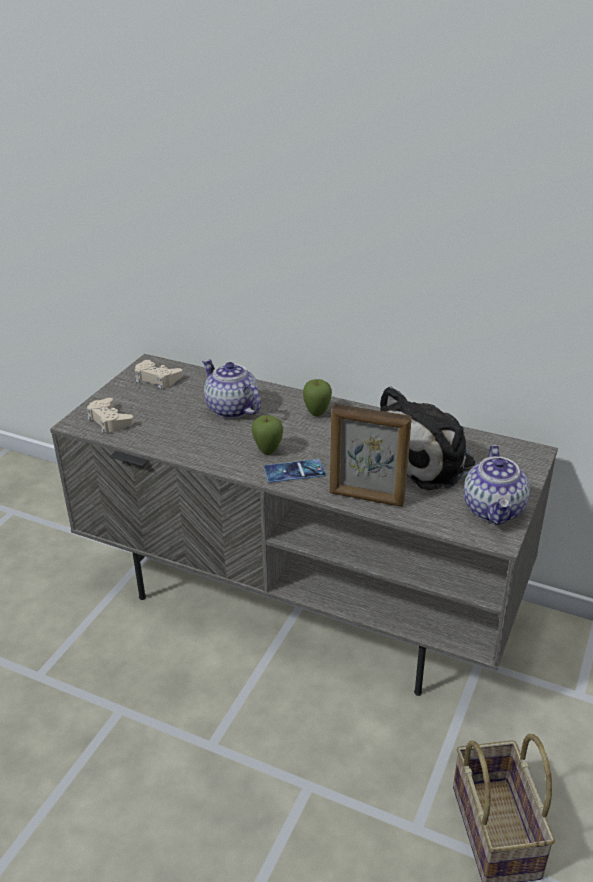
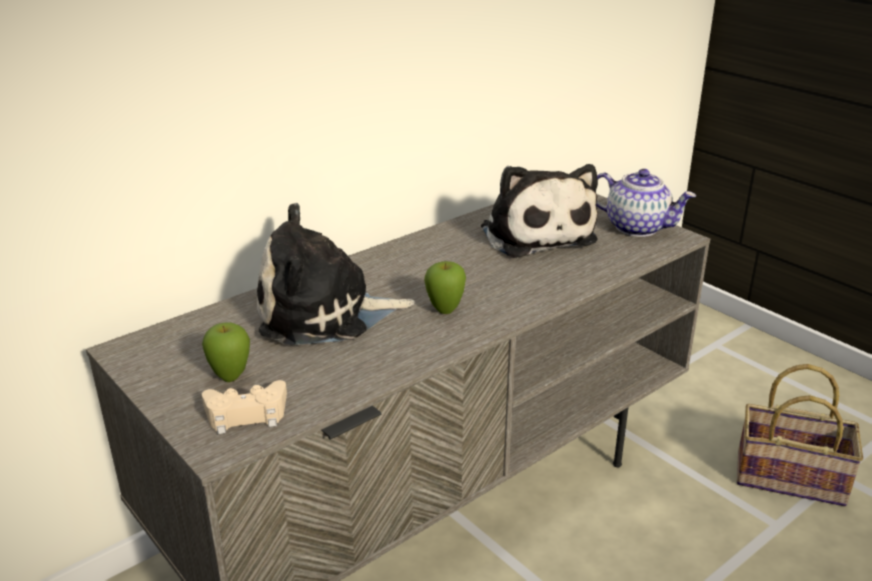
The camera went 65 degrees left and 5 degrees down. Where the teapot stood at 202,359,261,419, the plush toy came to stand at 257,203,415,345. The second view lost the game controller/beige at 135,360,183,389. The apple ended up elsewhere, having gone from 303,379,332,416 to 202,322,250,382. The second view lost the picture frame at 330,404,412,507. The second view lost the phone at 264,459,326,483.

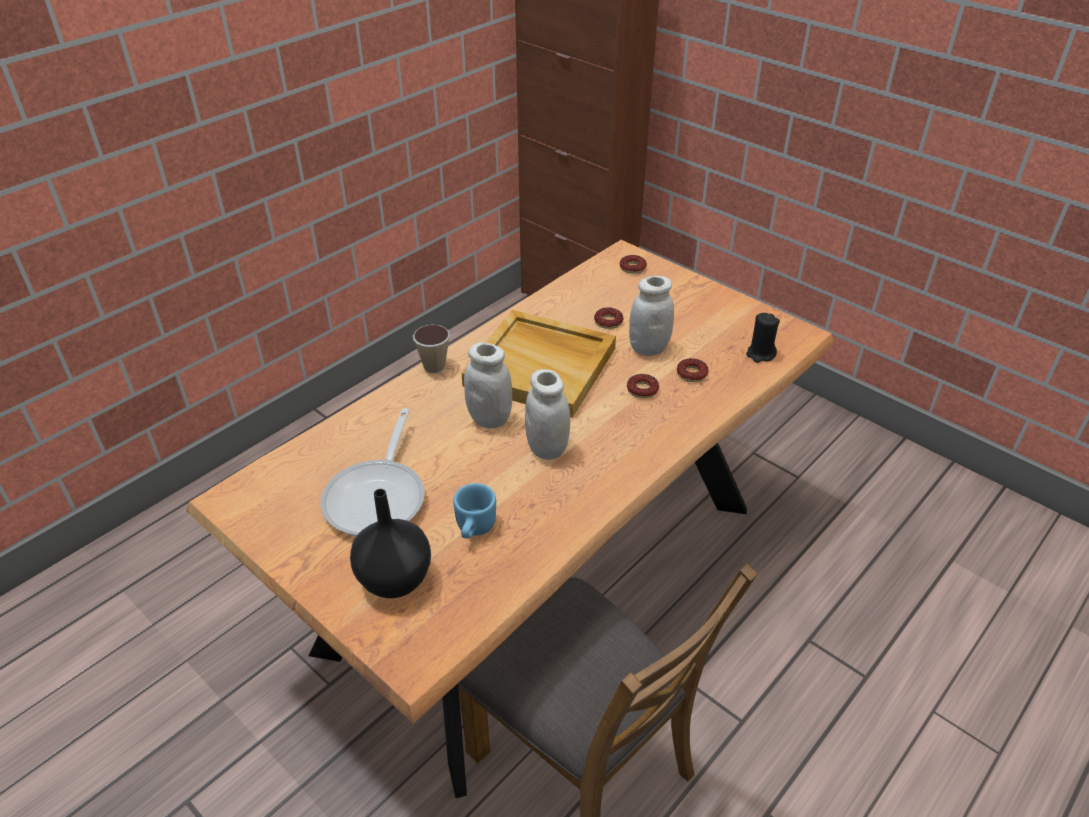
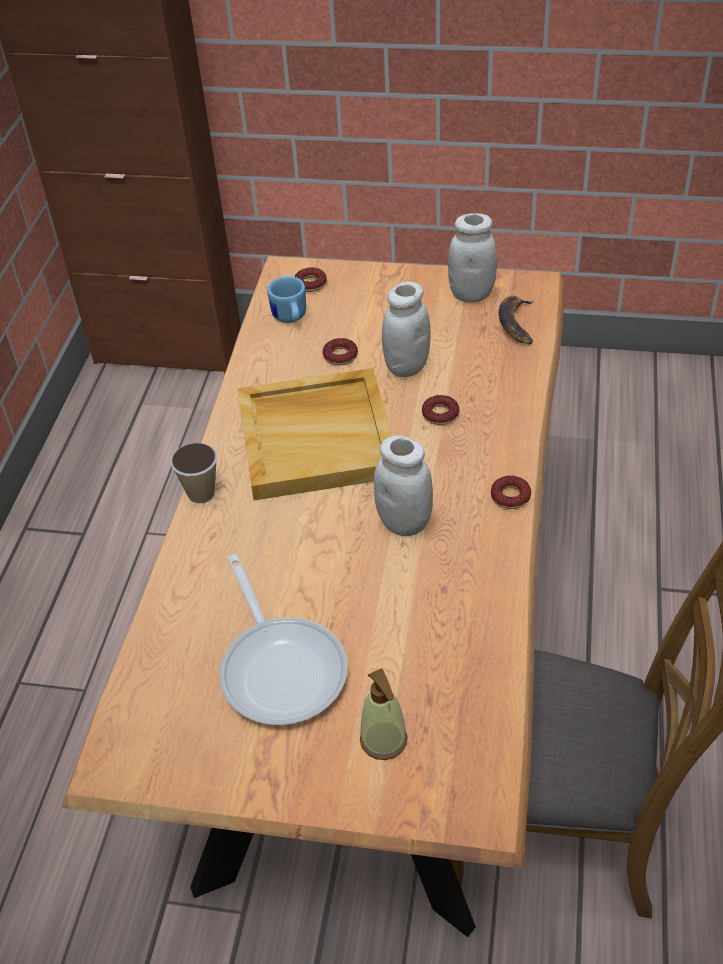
The camera went 30 degrees left and 5 degrees up. Where the candle/black stood at 747,313,780,363, the banana came to stand at 499,296,534,344. The jar/white ended up elsewhere, having gone from 464,342,512,429 to 448,213,497,303. The donut ended up elsewhere, having gone from 677,358,708,382 to 491,475,531,509. The mug/blue ended up elsewhere, having gone from 453,483,496,539 to 267,276,306,323. Where the vase/black stood at 350,489,431,598, the soap dispenser came to stand at 360,668,408,760.

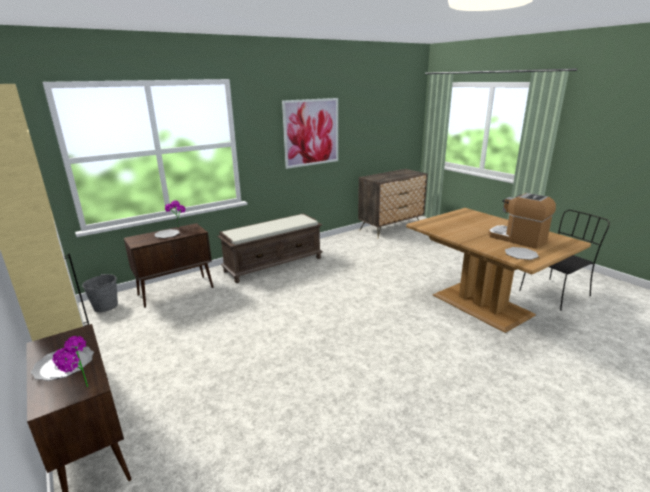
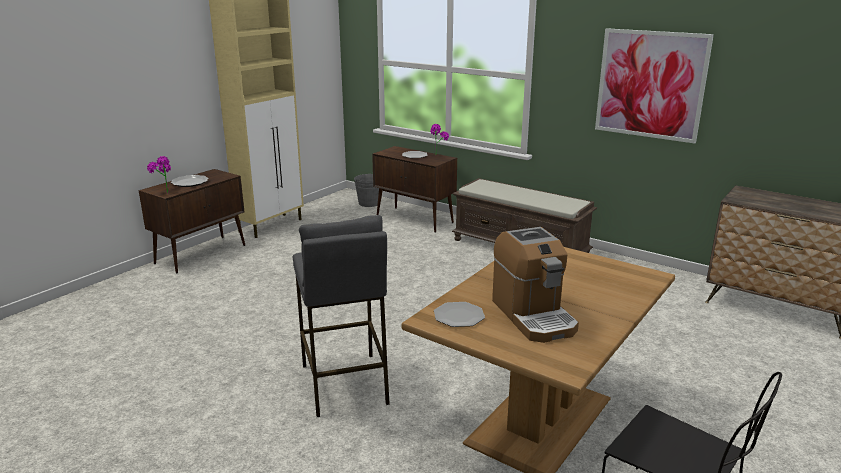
The camera went 70 degrees right and 0 degrees up. The coffee machine at 488,193,556,249 ended up facing another way, 135 degrees clockwise from before. The second view gained the stool/grey at 293,215,390,417.

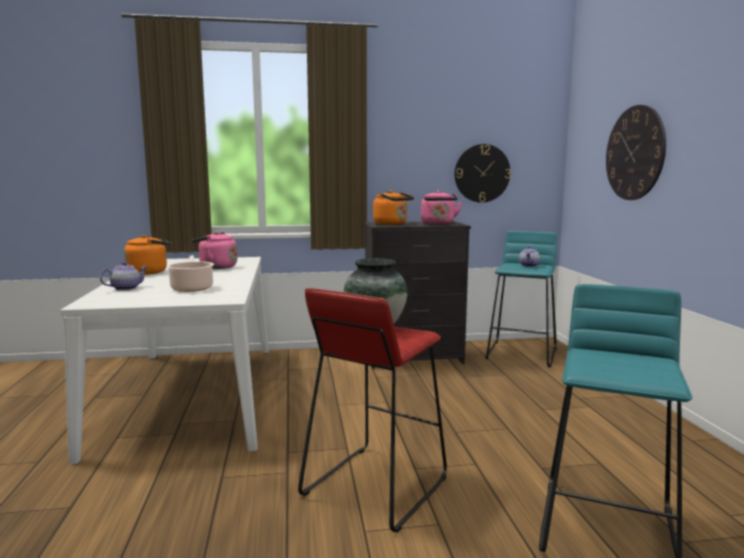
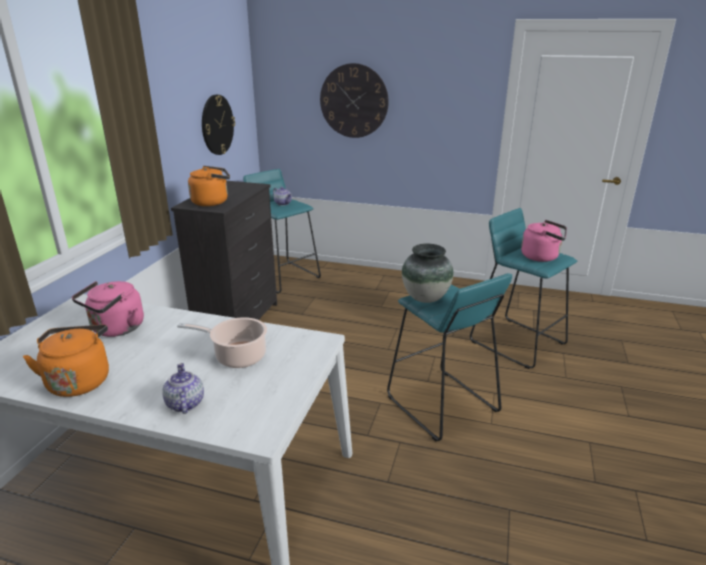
The camera went 65 degrees left and 15 degrees up. The kettle/pink ended up elsewhere, having gone from 421,190,462,225 to 521,220,567,262. What was the stool/red at 298,288,447,533 turned into the stool/turquoise at 387,273,512,441.

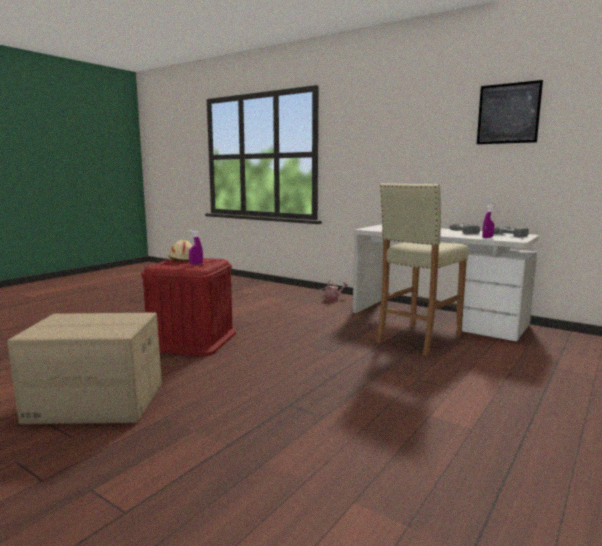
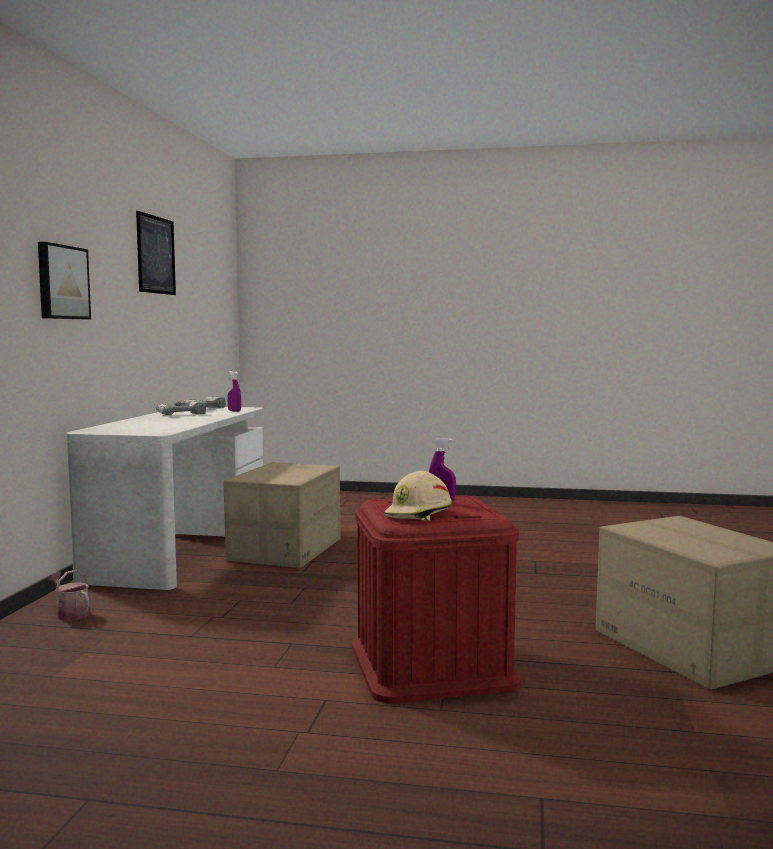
The camera went 115 degrees left and 5 degrees down. Where the stool/beige stood at 376,183,469,356, the cardboard box came to stand at 224,462,340,568. The second view gained the picture at 38,242,91,319.

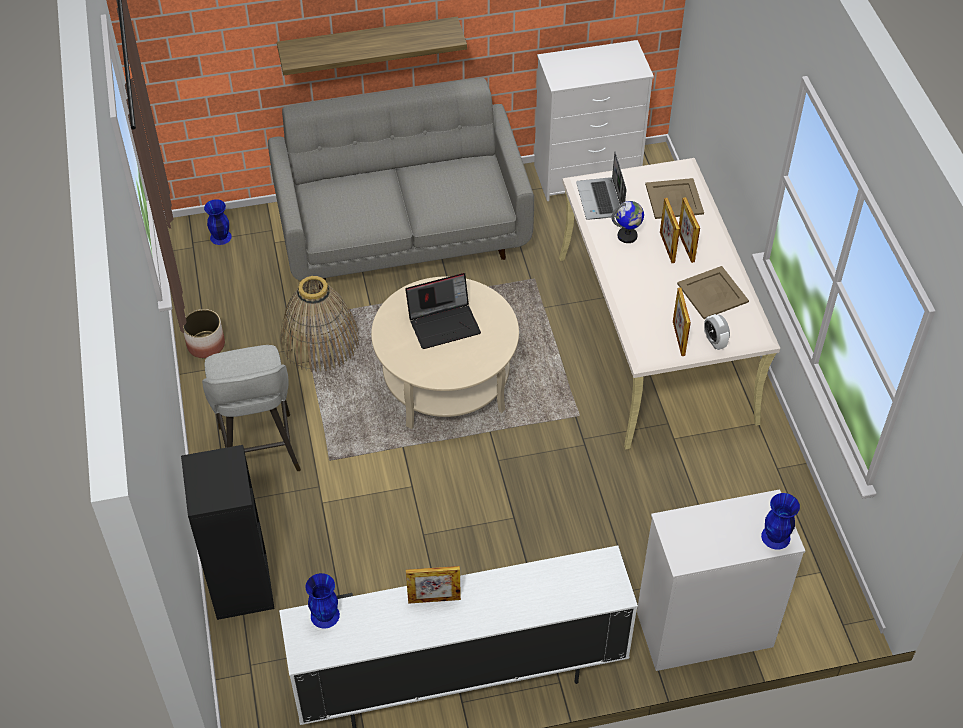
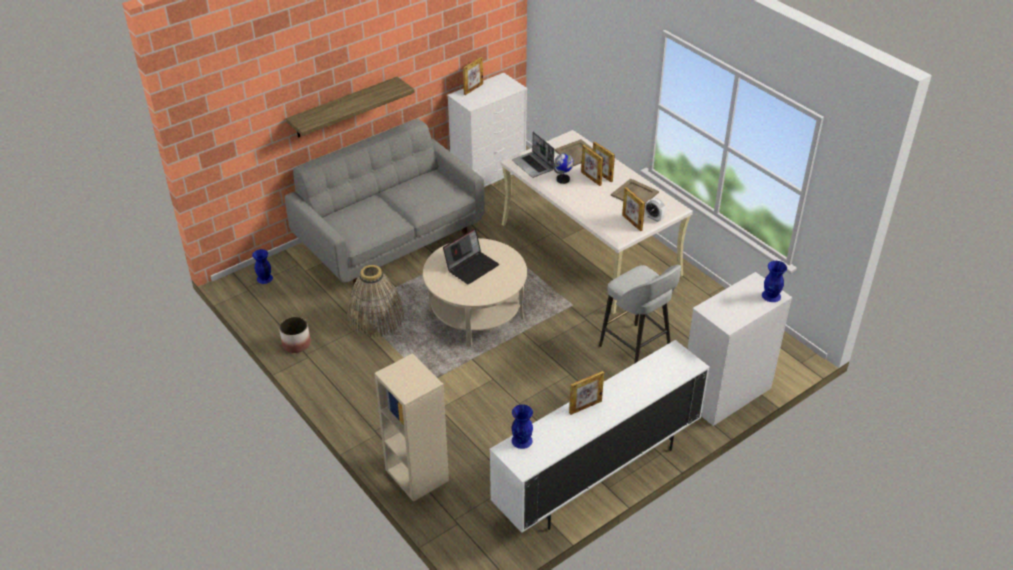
The camera went 25 degrees left and 10 degrees down. The stool/grey ended up elsewhere, having gone from 202,345,301,471 to 599,265,681,364. What was the bookcase/black at 181,445,275,620 turned into the bookcase/beige at 374,353,449,502. The second view gained the picture frame at 463,57,483,95.

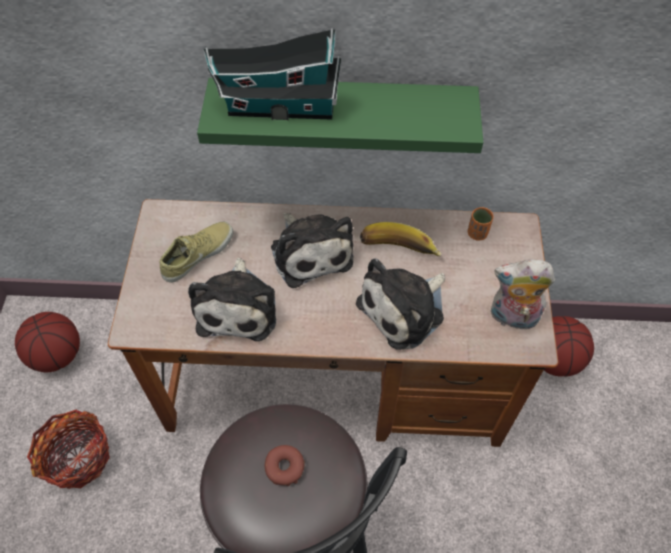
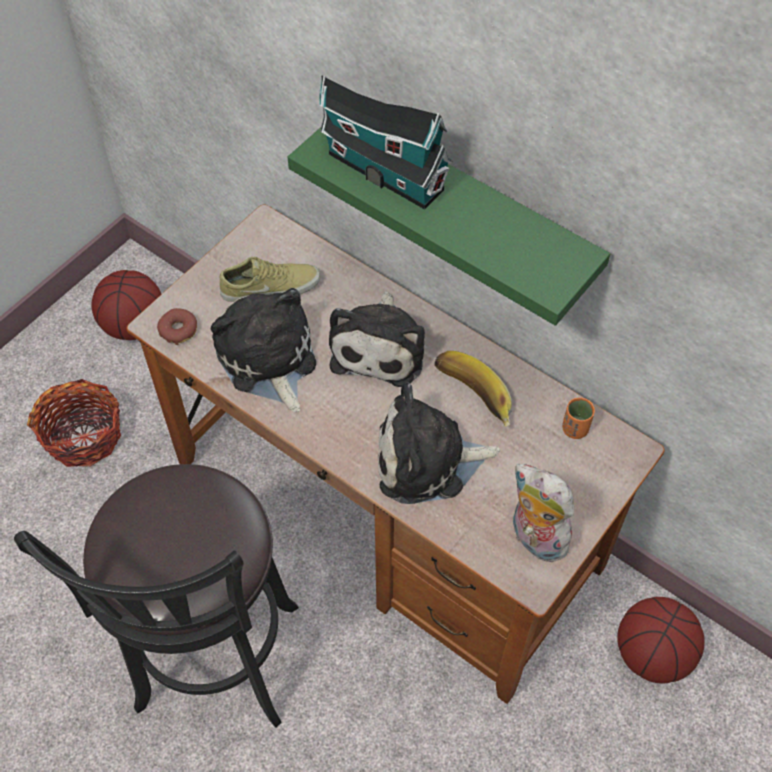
The camera went 35 degrees right and 0 degrees up. The plush toy at 188,258,276,341 ended up facing another way, 120 degrees clockwise from before. The donut ended up elsewhere, having gone from 265,445,305,486 to 157,308,197,345.

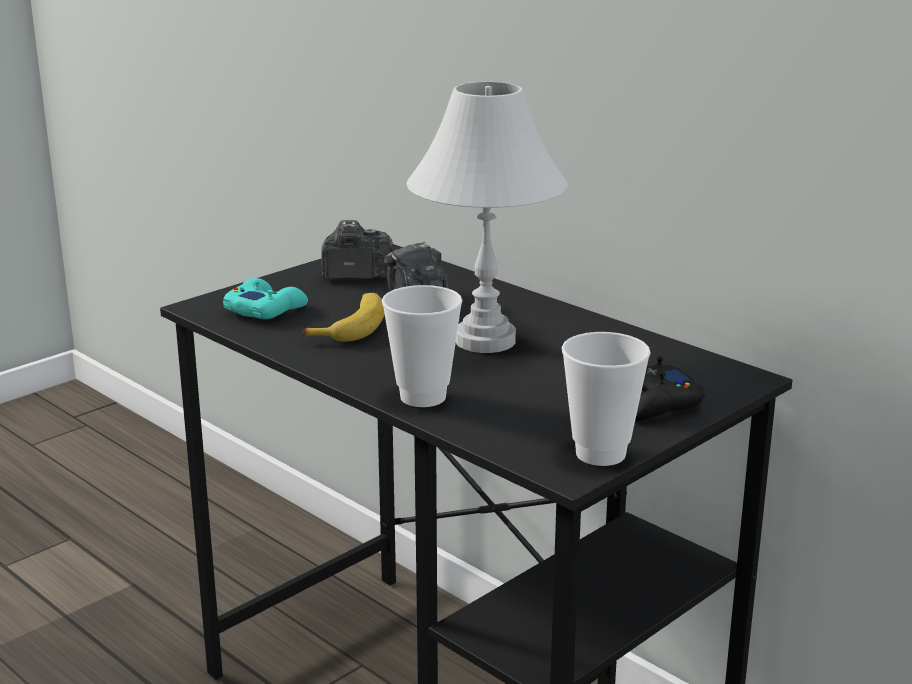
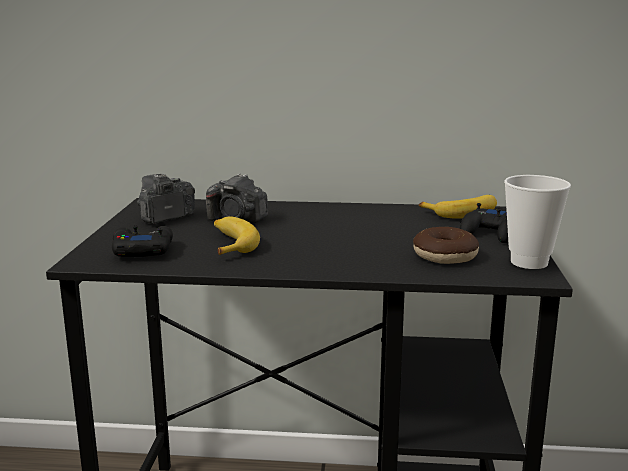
The camera went 40 degrees left and 5 degrees down. The second view lost the table lamp/white at 407,82,568,353. What was the game controller/turquoise at 223,278,308,319 turned into the game controller/black at 112,226,173,257. The second view lost the cup at 382,285,462,407. The second view gained the banana at 419,195,497,219. The second view gained the donut at 413,227,479,264.

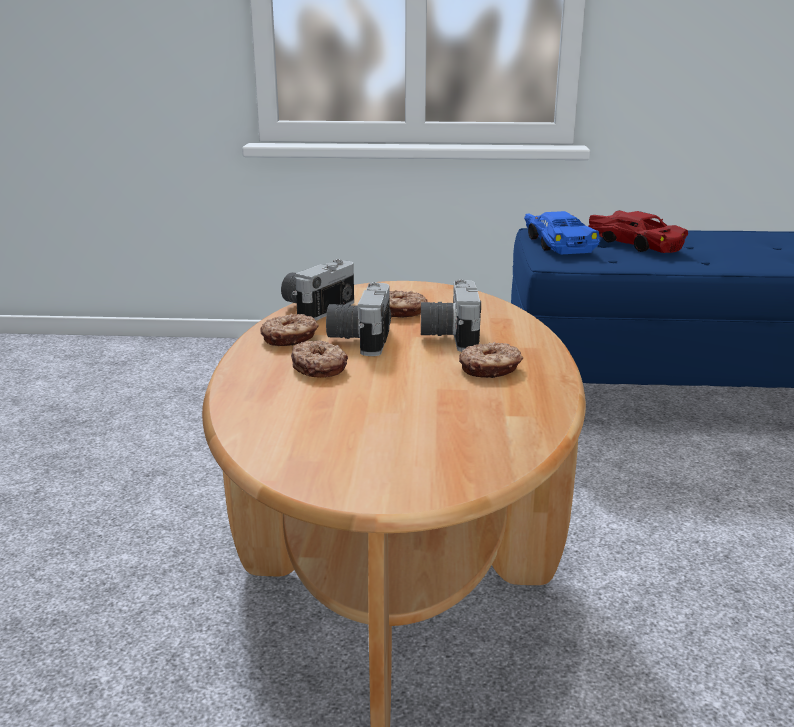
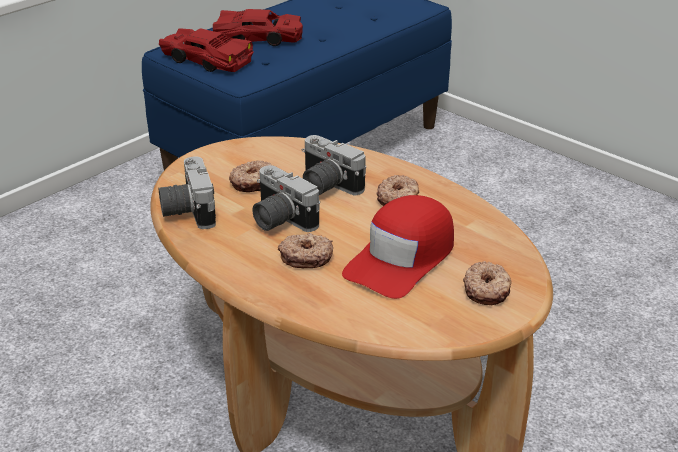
The camera went 50 degrees left and 10 degrees up. What was the toy car/blue at 524,211,600,254 turned into the toy car/red at 159,28,254,72. The donut ended up elsewhere, having gone from 261,314,319,346 to 463,261,511,305. The second view gained the cap/red at 342,195,454,299.

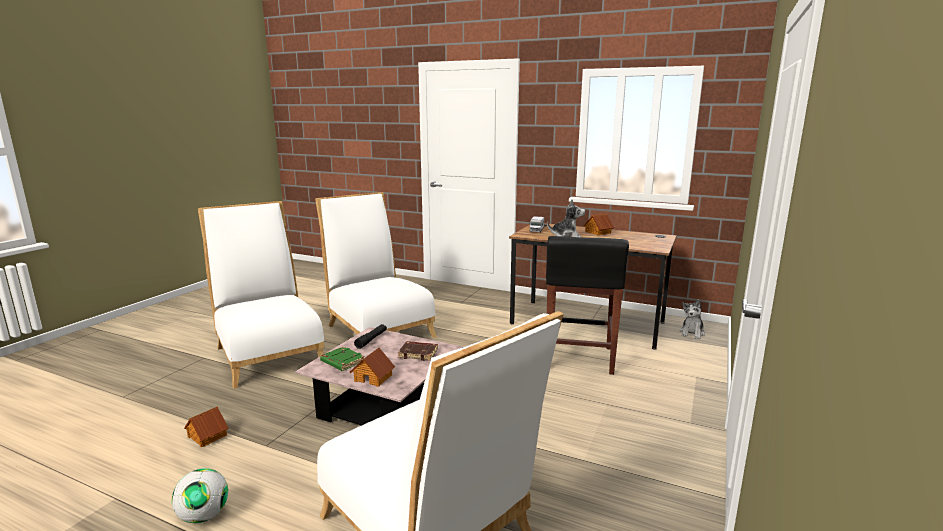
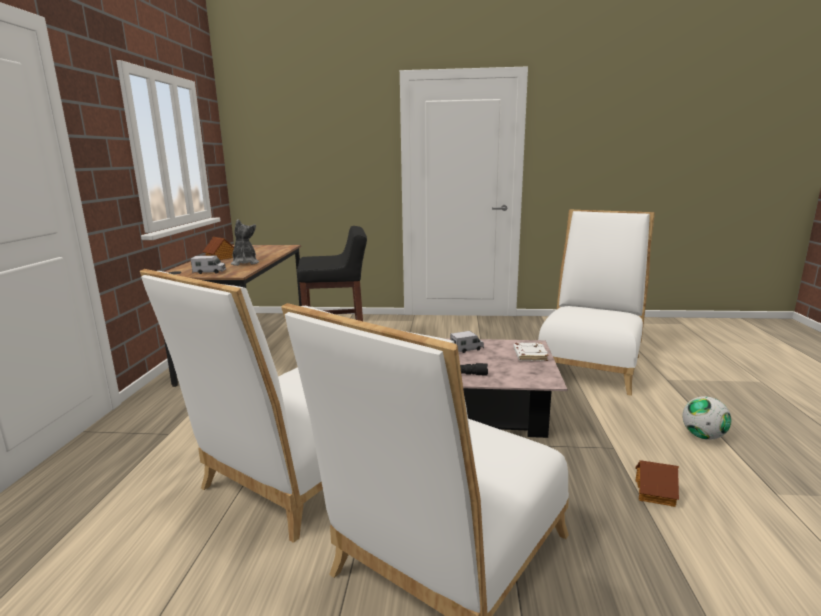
The camera went 110 degrees left and 0 degrees up. The second view lost the plush toy at 680,300,705,339. Where the book/brown stood at 398,341,438,361, the toy truck came to stand at 450,331,484,353. The second view lost the book/green at 320,347,365,371. Where the toy house stood at 350,347,395,387, the book/white came to stand at 513,343,549,361.

